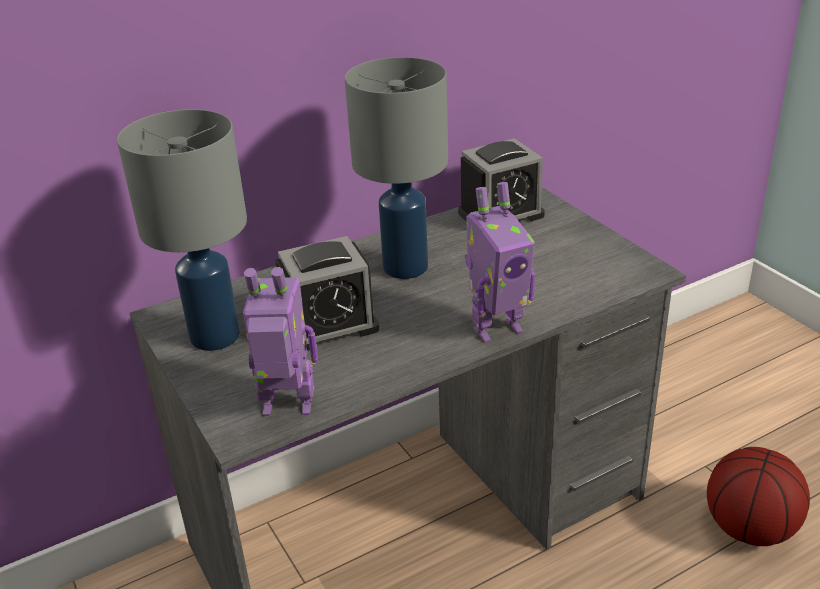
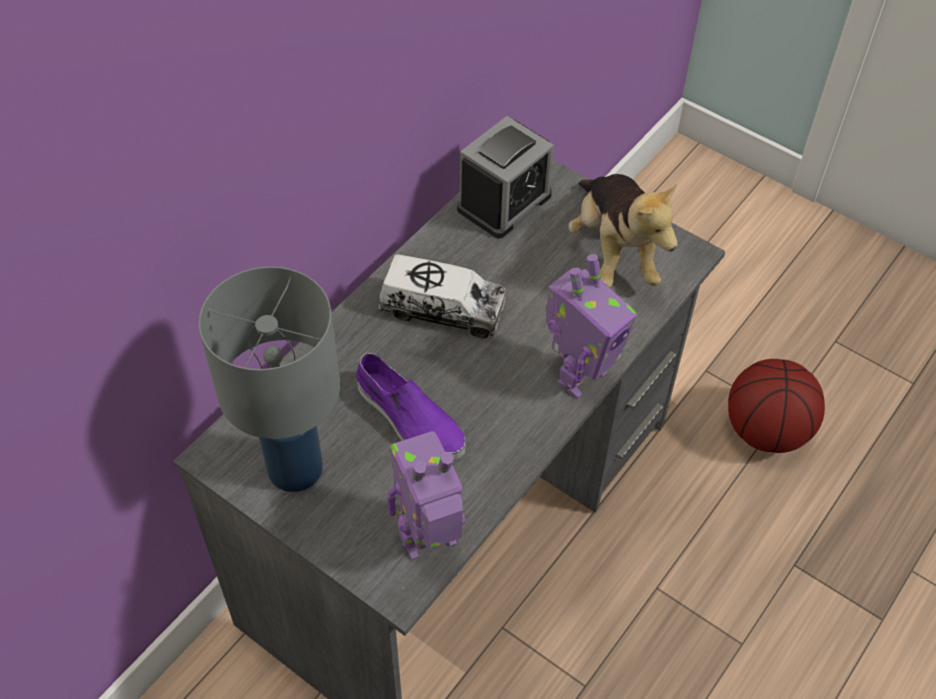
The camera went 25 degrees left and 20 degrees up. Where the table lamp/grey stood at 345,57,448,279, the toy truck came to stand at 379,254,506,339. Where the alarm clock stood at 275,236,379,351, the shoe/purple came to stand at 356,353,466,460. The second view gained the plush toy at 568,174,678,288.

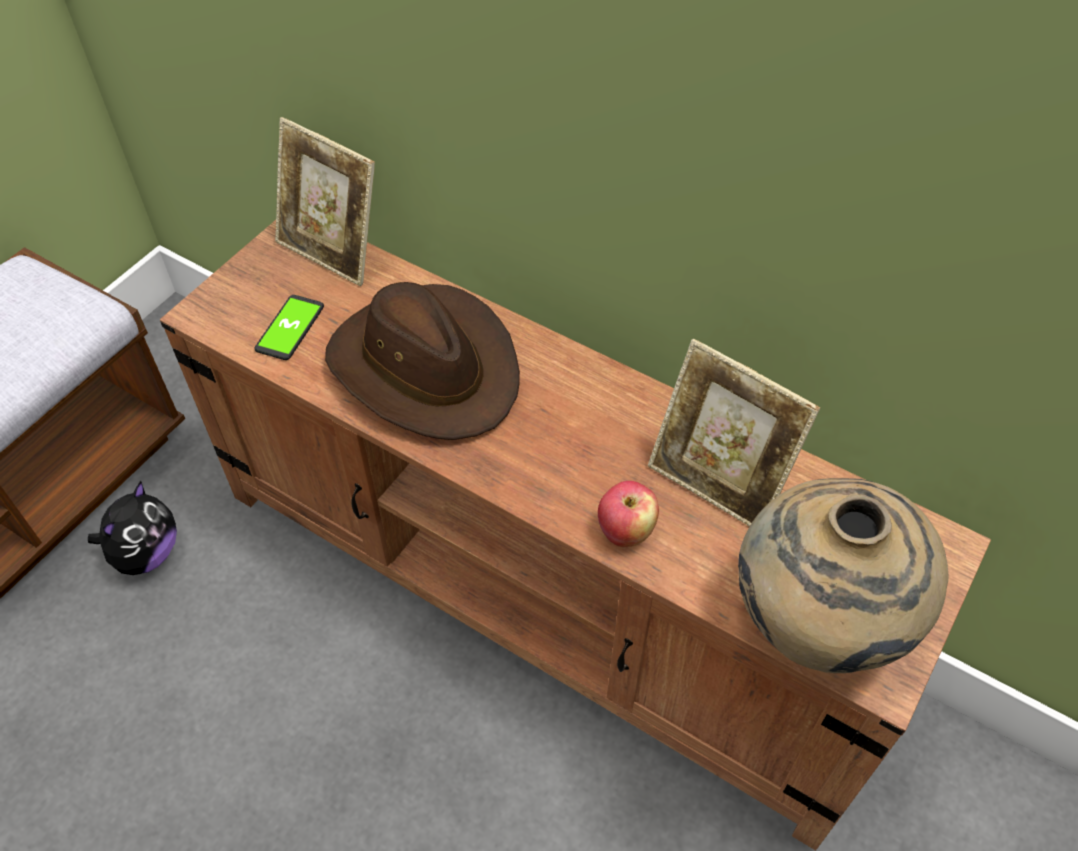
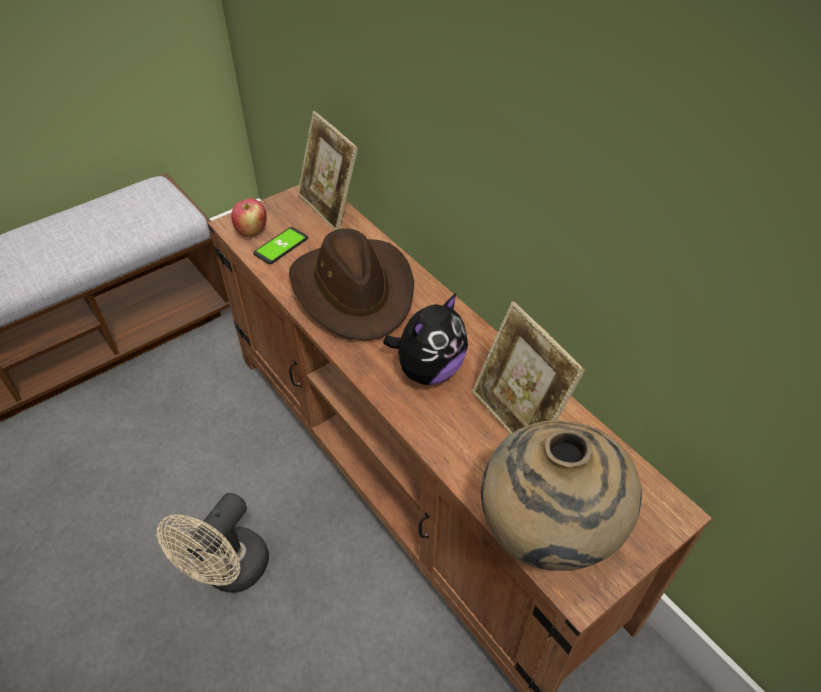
The camera went 20 degrees right and 5 degrees down. The plush toy ended up elsewhere, having gone from 88,481,177,575 to 383,293,468,385. The apple ended up elsewhere, having gone from 598,481,659,547 to 231,199,267,237. The second view gained the fan/beige at 157,493,269,593.

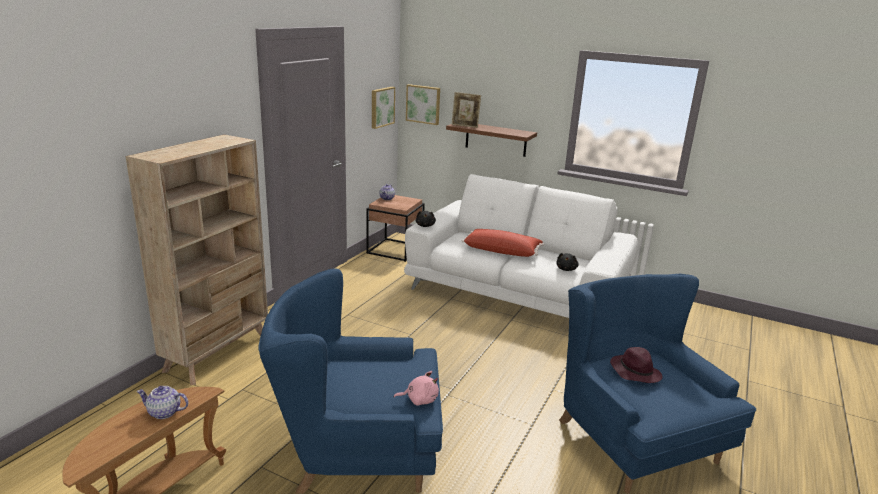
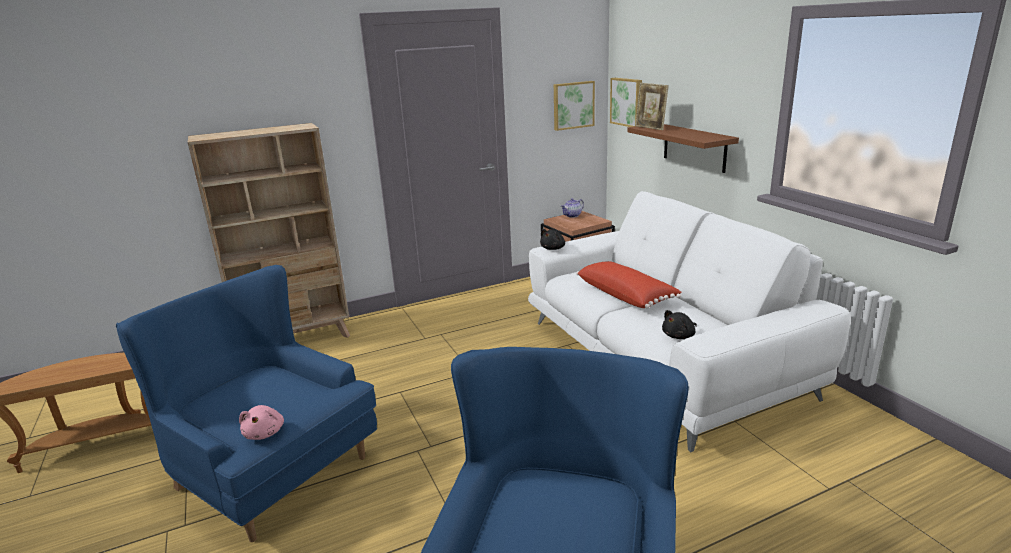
The camera went 40 degrees right and 0 degrees up. The second view lost the hat/purple at 610,347,662,383. The plush toy/pink at 394,371,439,406 ended up facing another way, 45 degrees clockwise from before. The second view lost the teapot at 136,386,188,419.

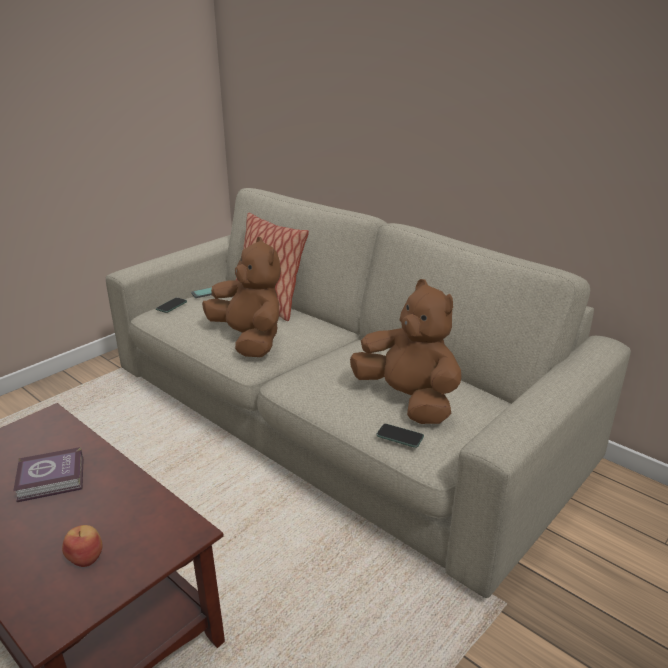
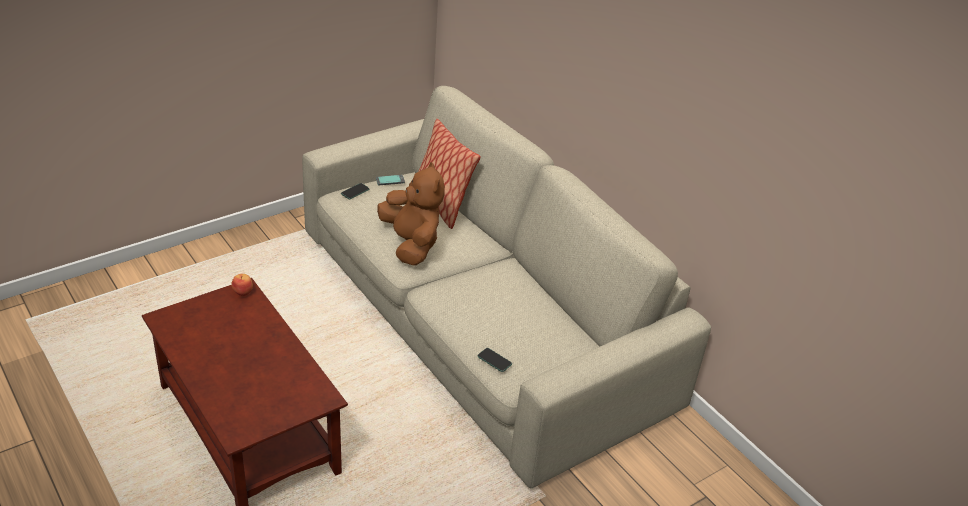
The camera went 10 degrees right and 10 degrees up. The second view lost the plush toy/brown at 350,279,462,424. The second view lost the book at 13,447,84,502. The apple ended up elsewhere, having gone from 62,525,102,567 to 231,274,253,296.

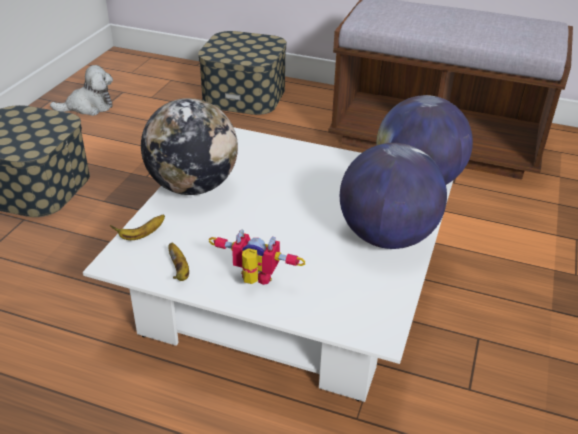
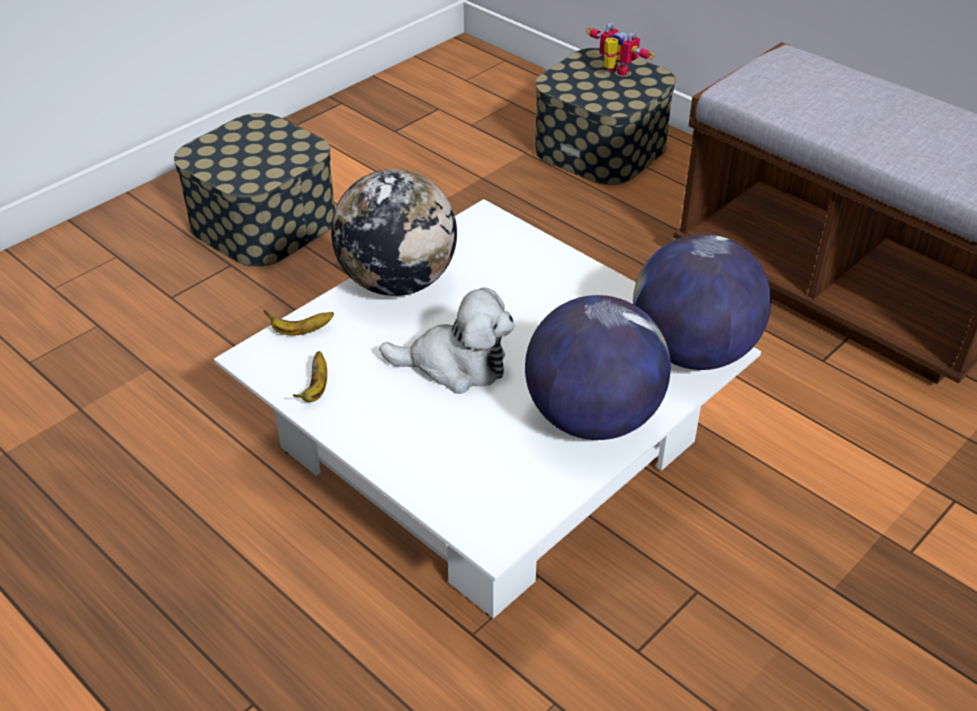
The camera went 25 degrees right and 5 degrees up. The plush toy ended up elsewhere, having gone from 50,65,113,116 to 379,287,514,394. The toy robot ended up elsewhere, having gone from 208,229,306,285 to 586,23,654,76.

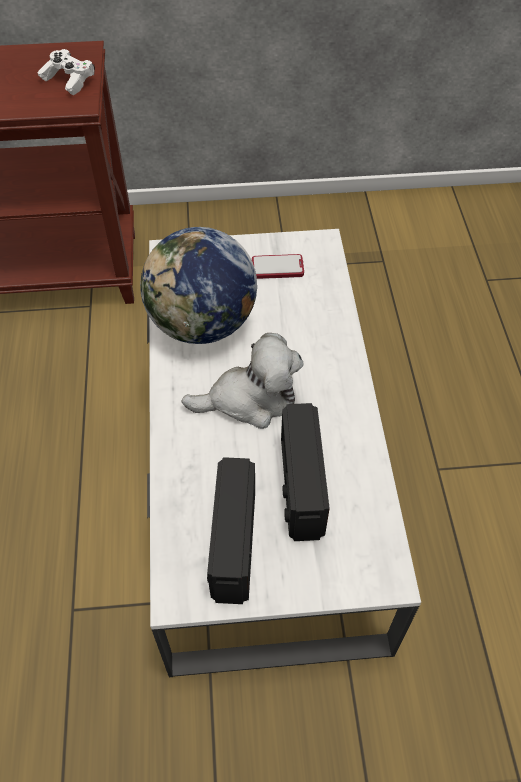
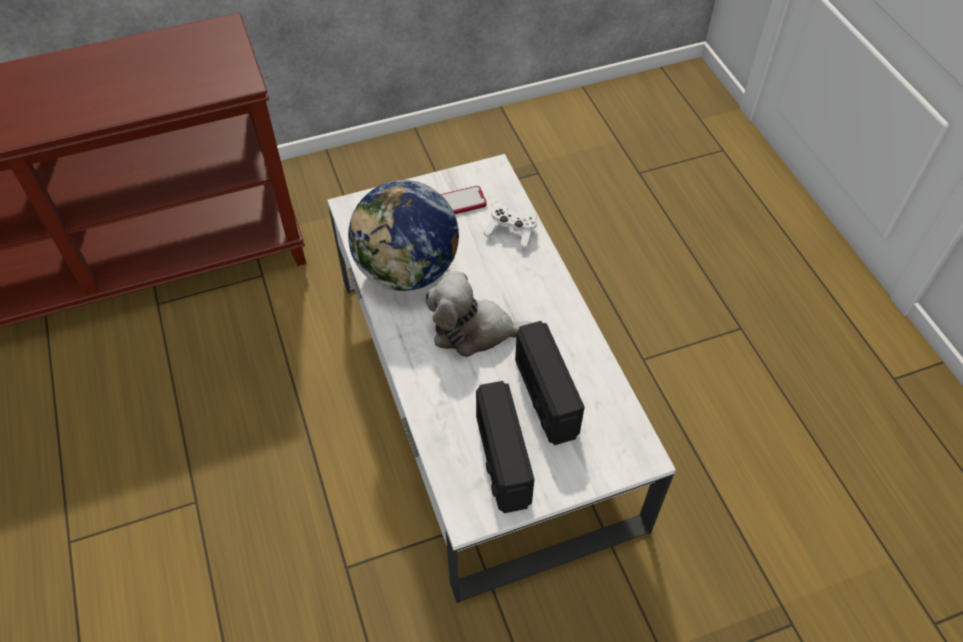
The camera went 15 degrees left and 0 degrees up. The game controller/white ended up elsewhere, having gone from 38,49,95,95 to 484,204,537,249. The plush toy at 182,333,304,429 ended up facing another way, 150 degrees counterclockwise from before.

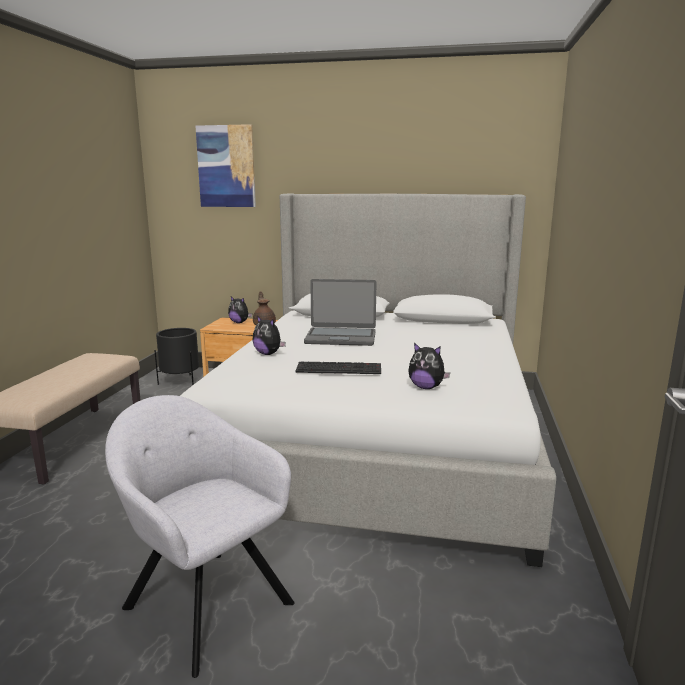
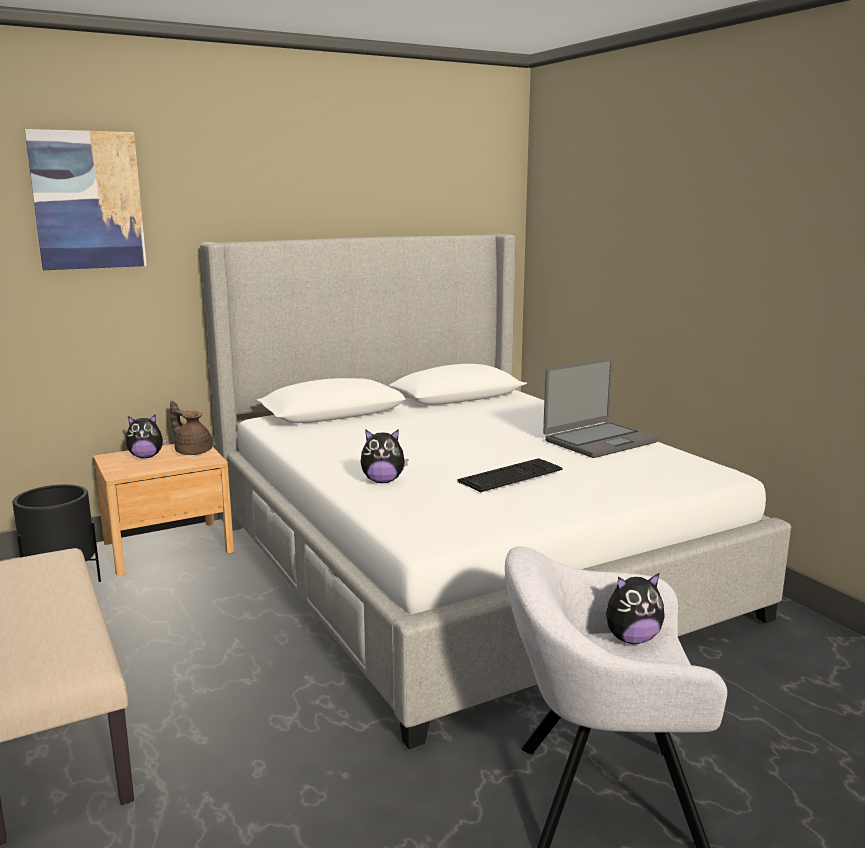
The camera went 40 degrees left and 0 degrees up. The laptop ended up elsewhere, having gone from 304,279,376,346 to 543,358,658,458. The plush toy ended up elsewhere, having gone from 408,343,450,389 to 606,573,665,644.

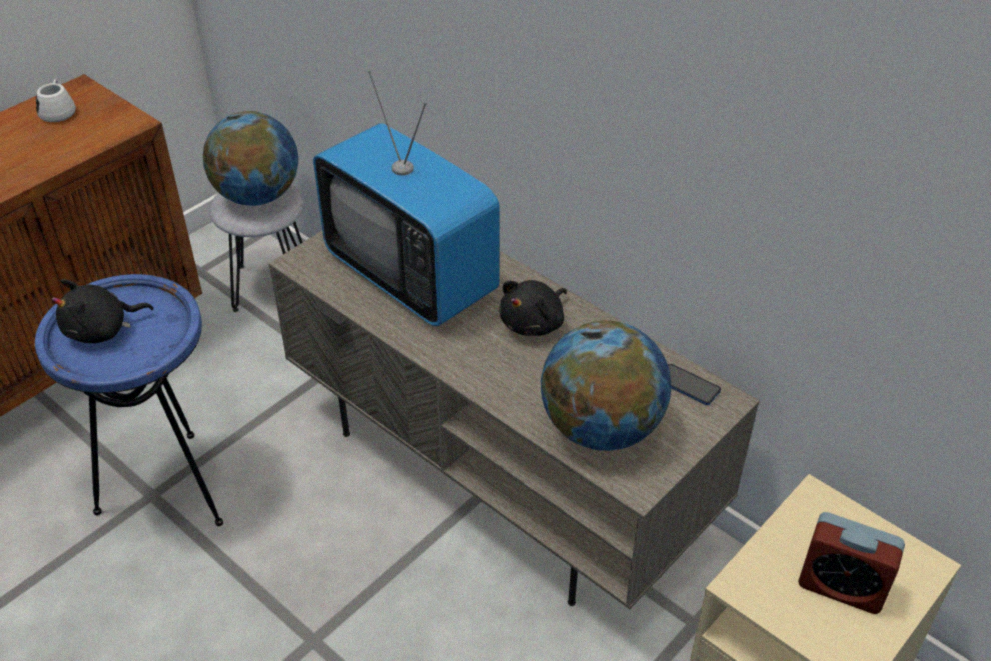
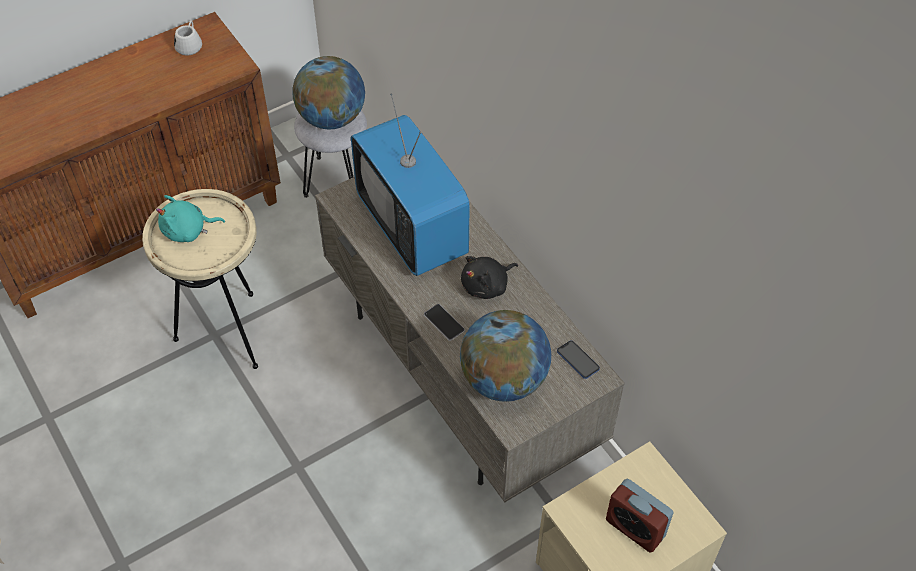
The camera went 15 degrees right and 10 degrees up. What was the side table/blue at 35,274,223,526 turned into the side table/beige at 142,189,258,369. What was the plush toy/black at 51,279,153,343 turned into the plush toy/turquoise at 156,195,225,242. The second view gained the phone at 424,304,465,341.

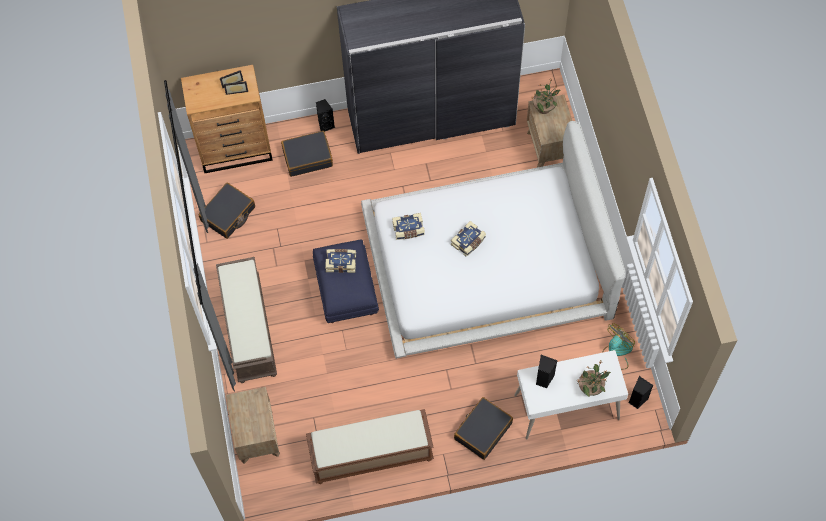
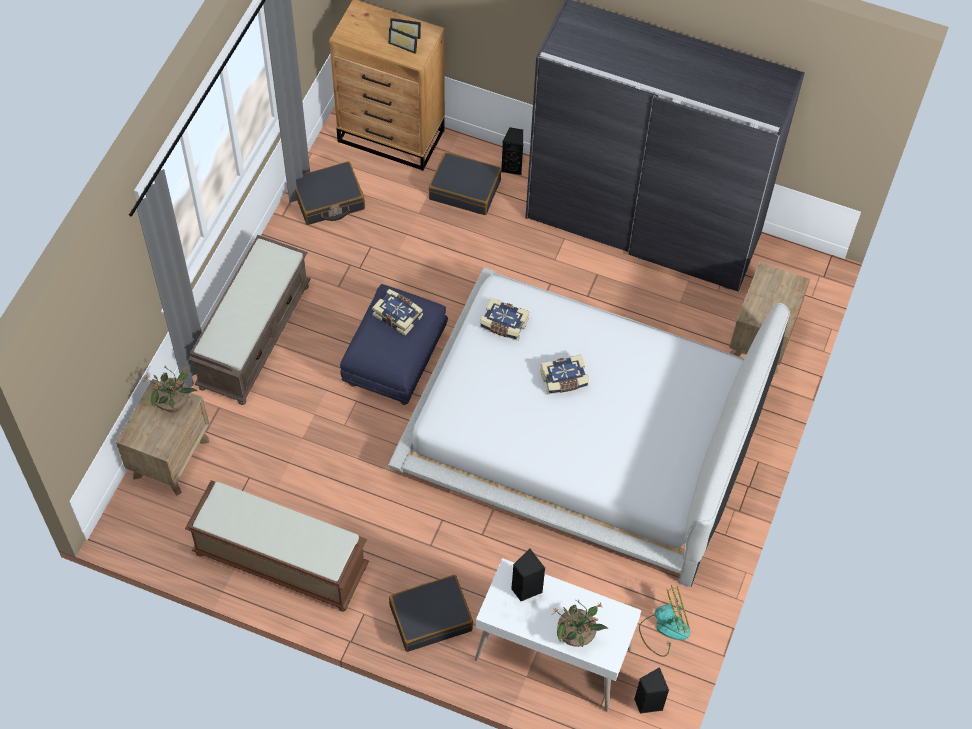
The camera went 30 degrees right and 5 degrees down. The potted plant ended up elsewhere, having gone from 532,78,560,114 to 143,366,197,413.

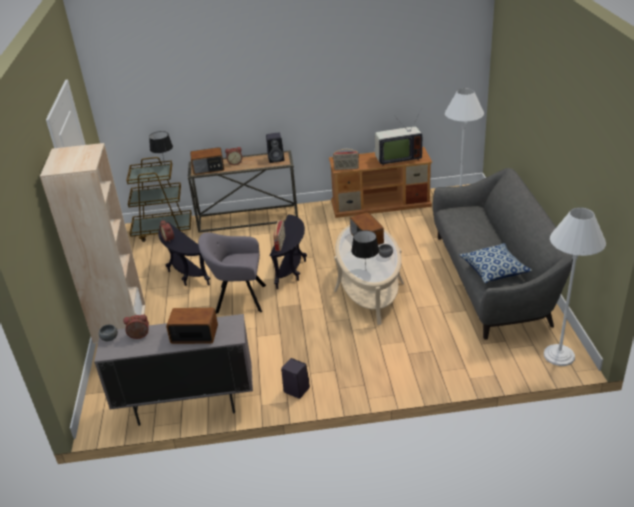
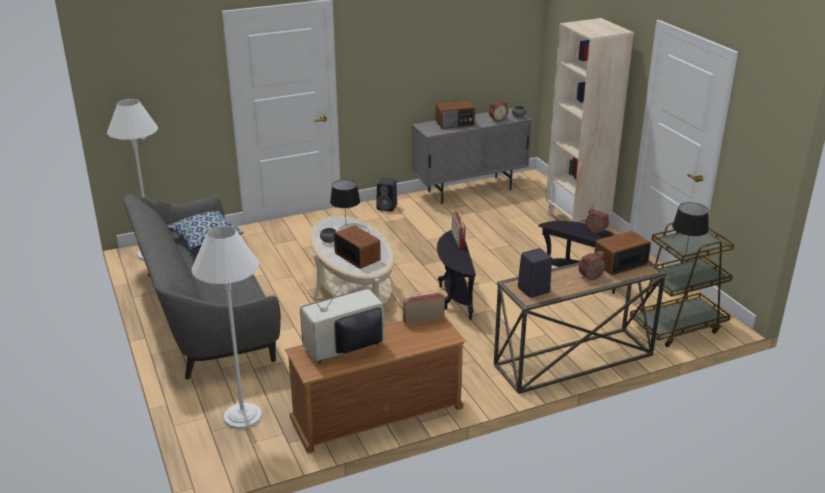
The camera went 160 degrees right and 5 degrees down. The second view lost the armchair/grey at 198,232,266,314.

